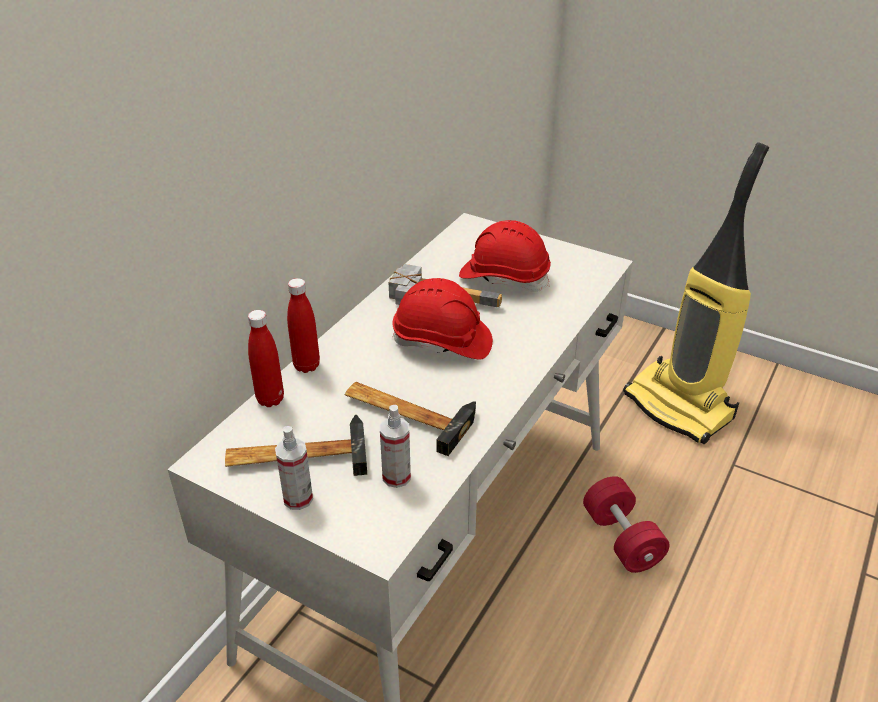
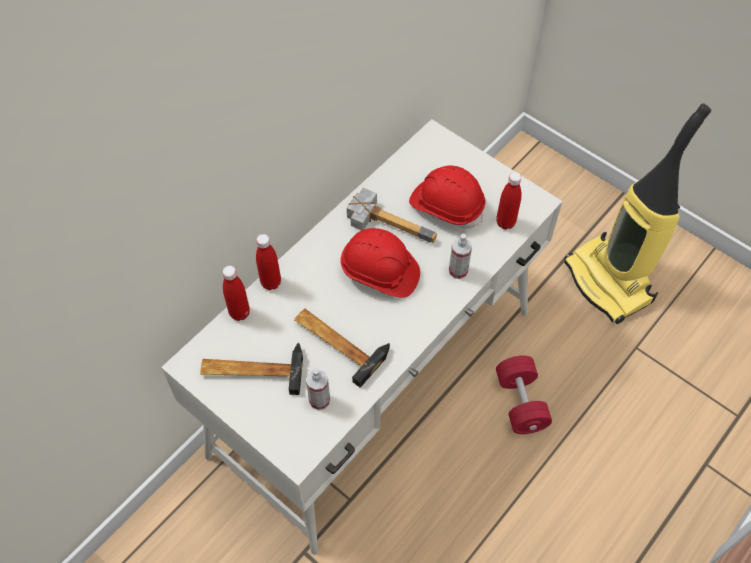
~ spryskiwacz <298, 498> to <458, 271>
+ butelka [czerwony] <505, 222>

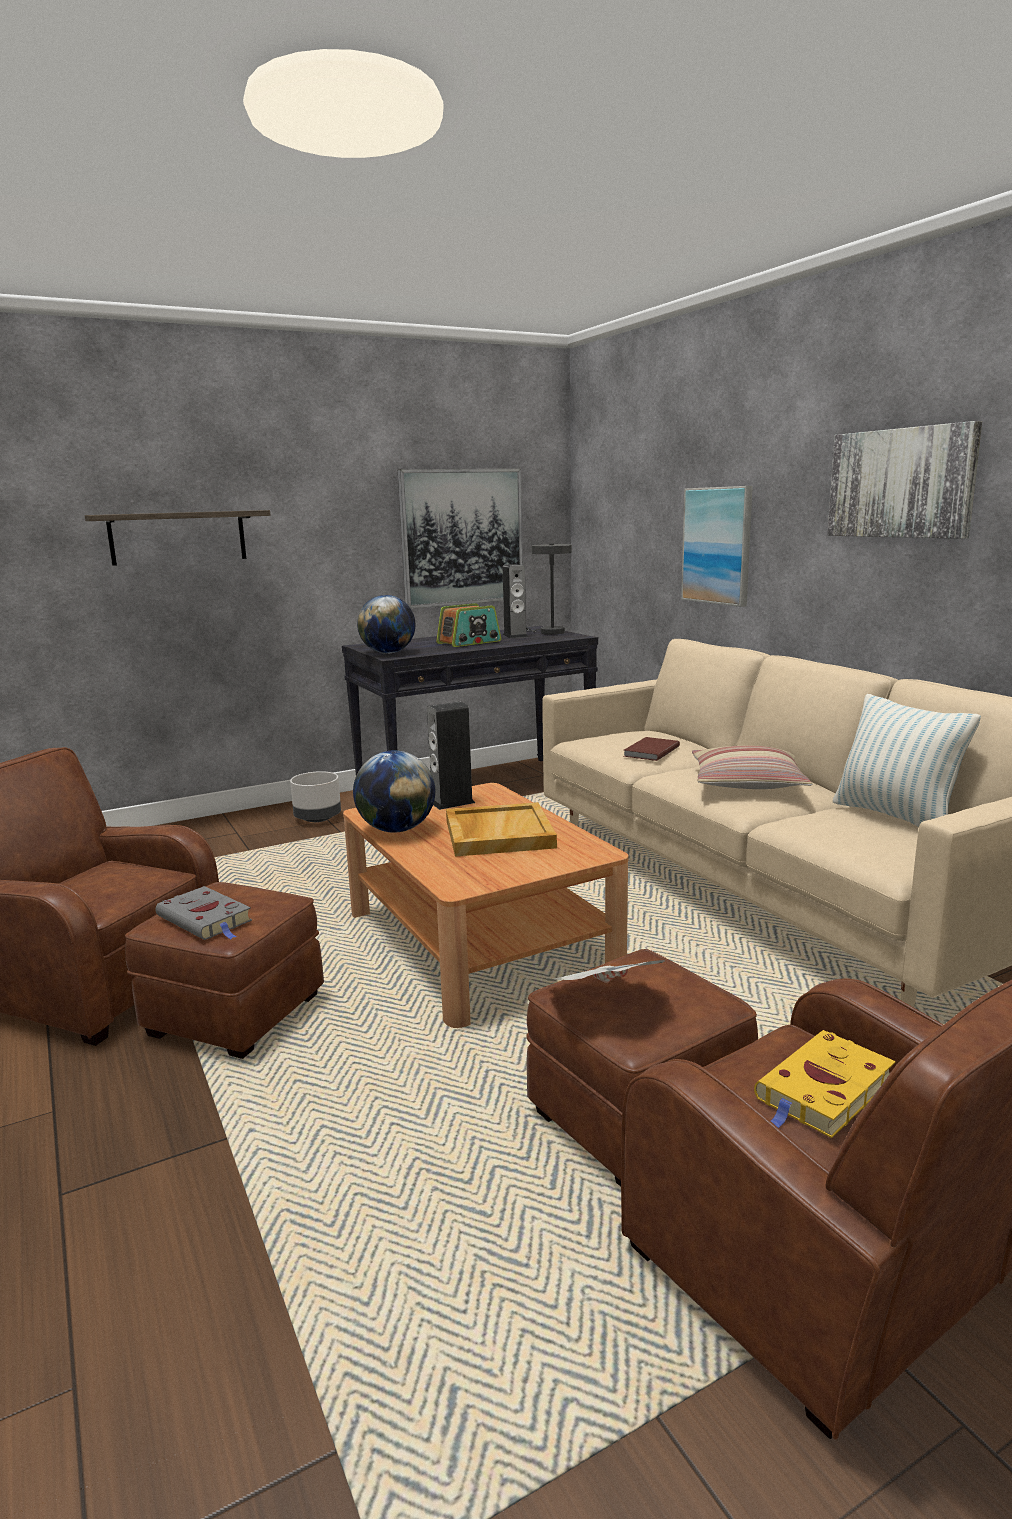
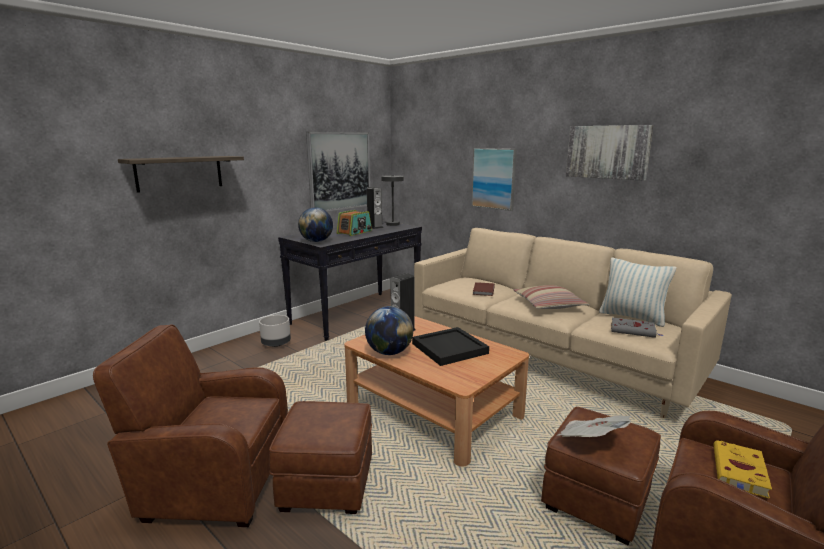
~ taca [beżowy] <498, 834> to taca [czarny] <448, 348>
~ książka [szary] <206, 920> to <634, 330>

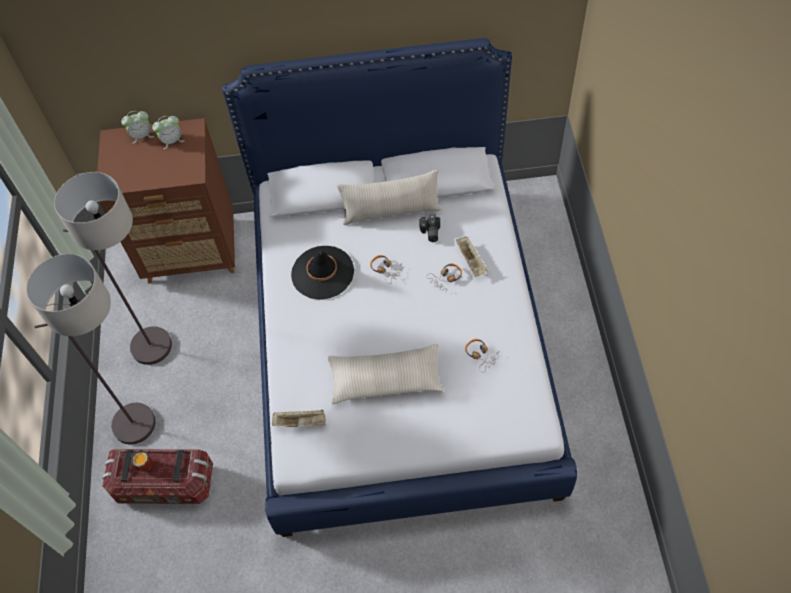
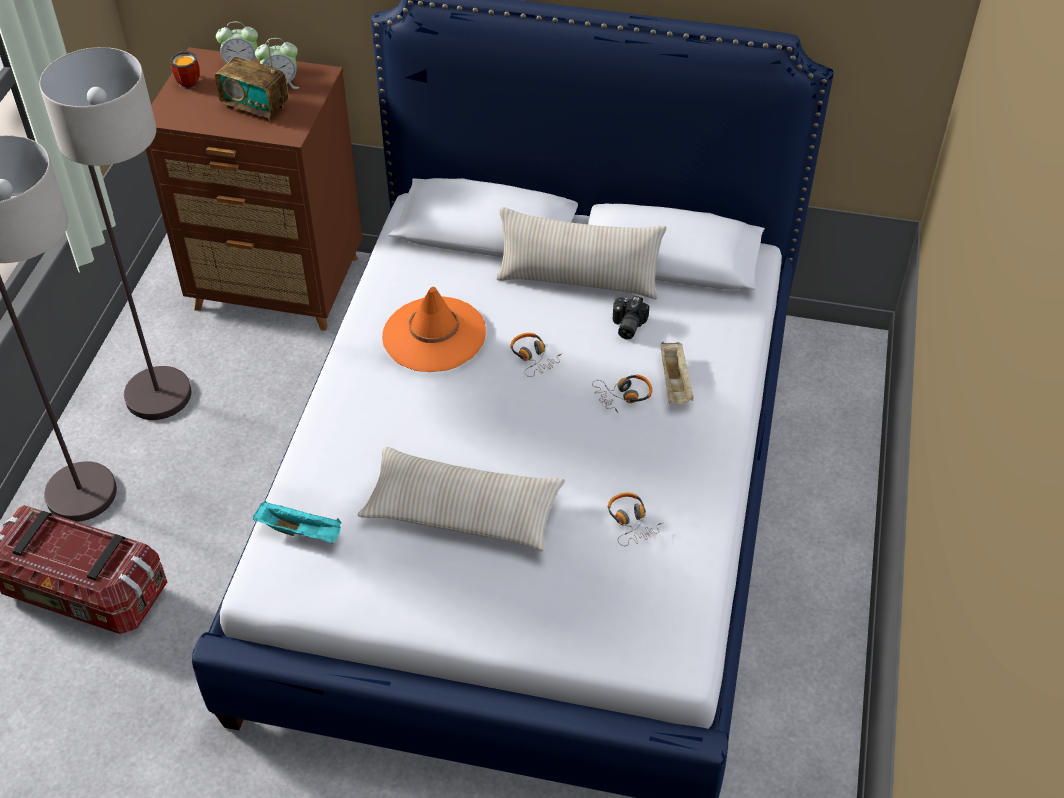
~ kubek <143, 463> to <188, 81>
+ radio <255, 107>
~ taca [beżowy] <301, 422> to taca [turkusowy] <301, 531>
~ kapelusz [czarny] <322, 273> to kapelusz [pomarańczowy] <434, 335>

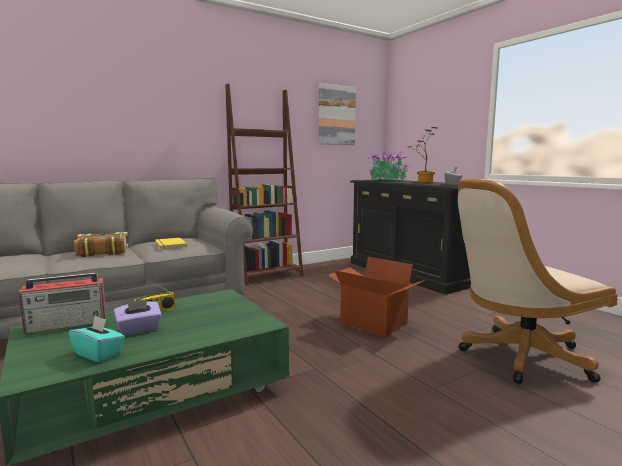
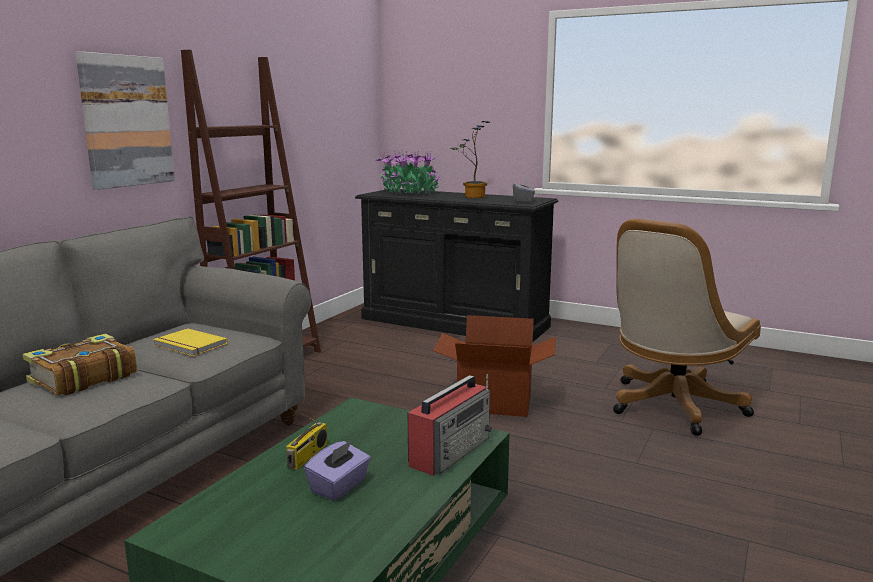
~ obraz <336, 115> to <126, 121>
~ radio <68, 324> to <451, 451>
- pudełko chusteczek [turkusowy] <98, 354>

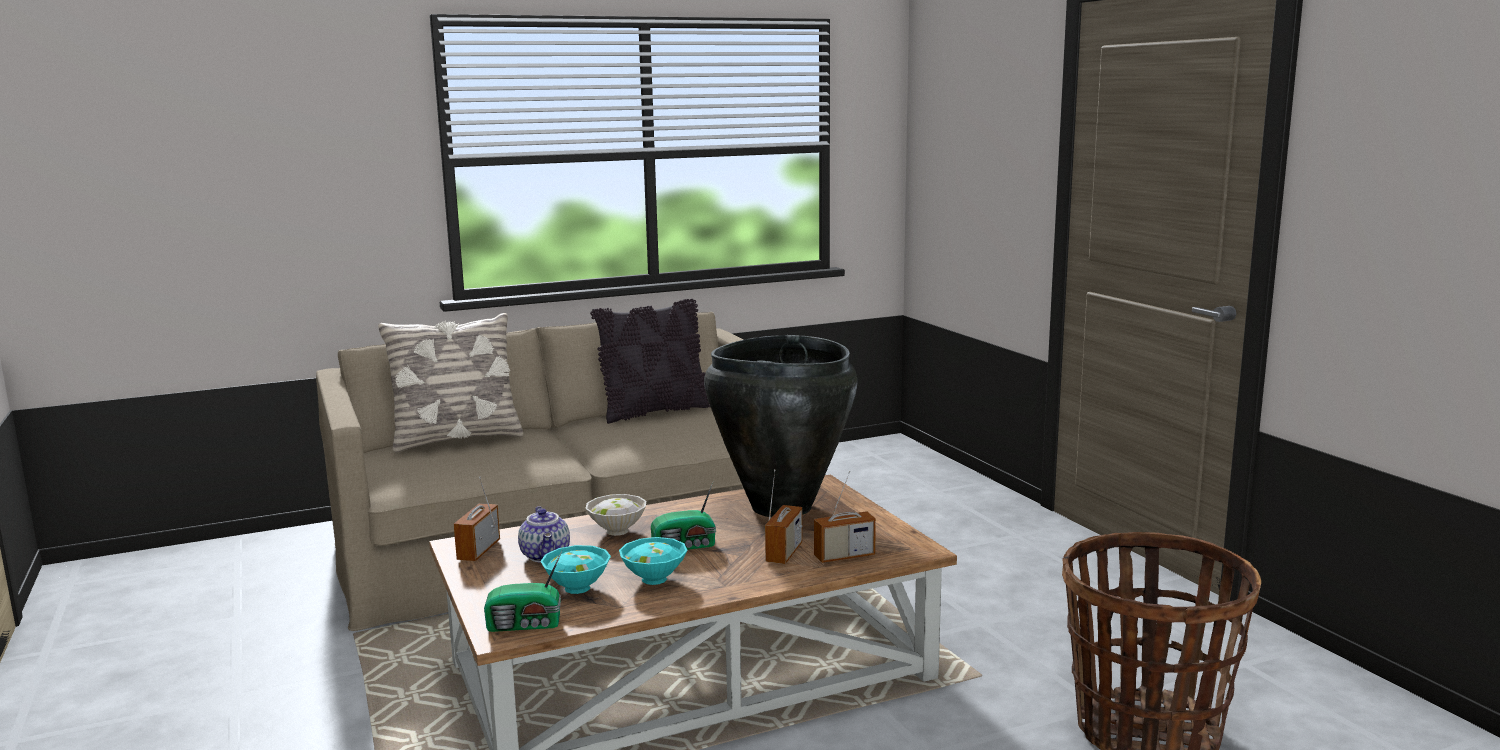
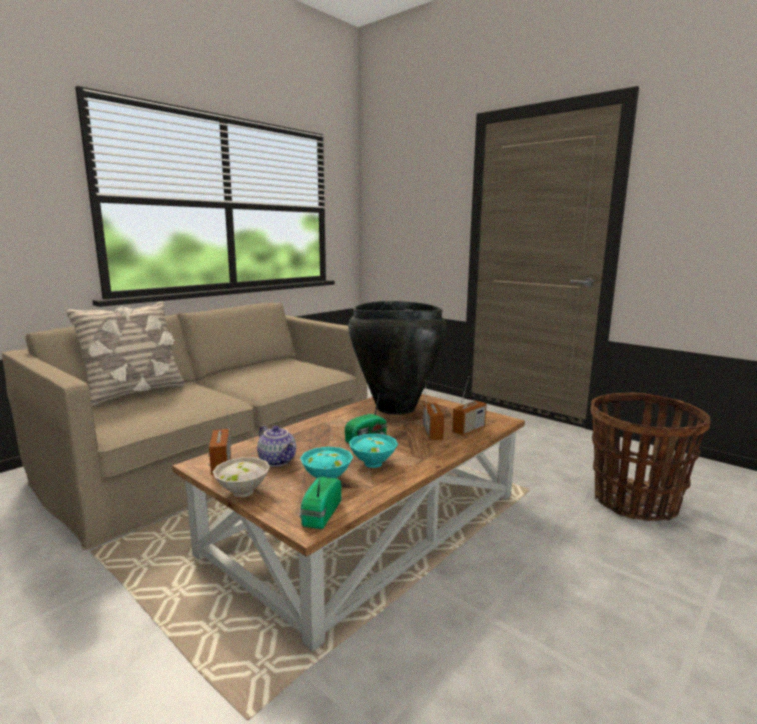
~ miska [biały] <618, 530> to <244, 491>
~ radio <526, 625> = <320, 514> 135 degrees clockwise
- poduszka [czarny] <655, 411>

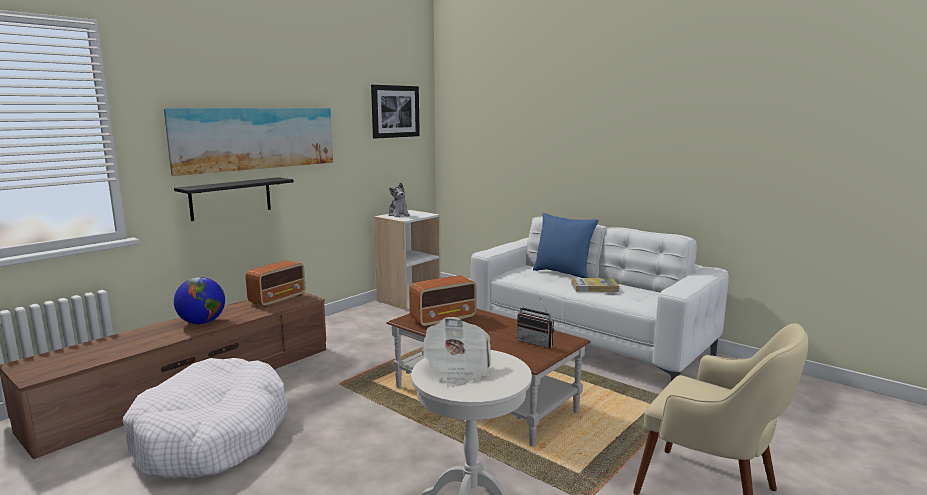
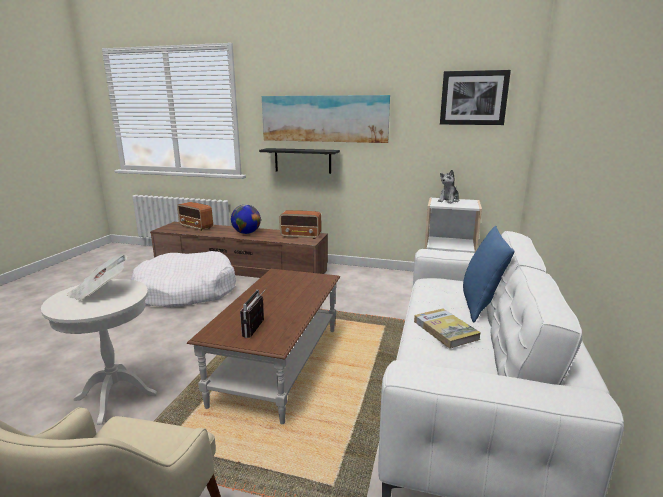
~ radio <444, 319> to <196, 227>

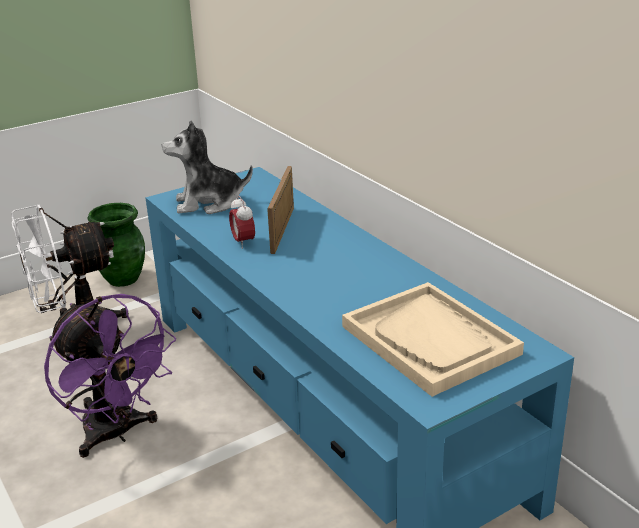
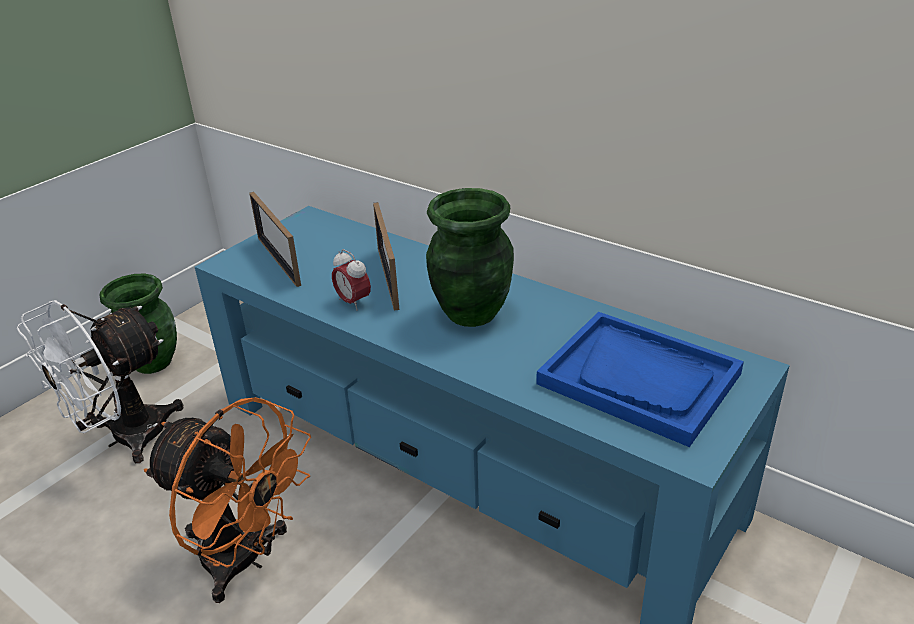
~ wentylator [fioletowy] <116, 434> to wentylator [pomarańczowy] <246, 560>
~ pluszak <208, 203> to ramka na zdjęcie <278, 261>
+ wazon [zielony] <470, 313>
~ taca [beżowy] <430, 340> to taca [niebieski] <639, 379>

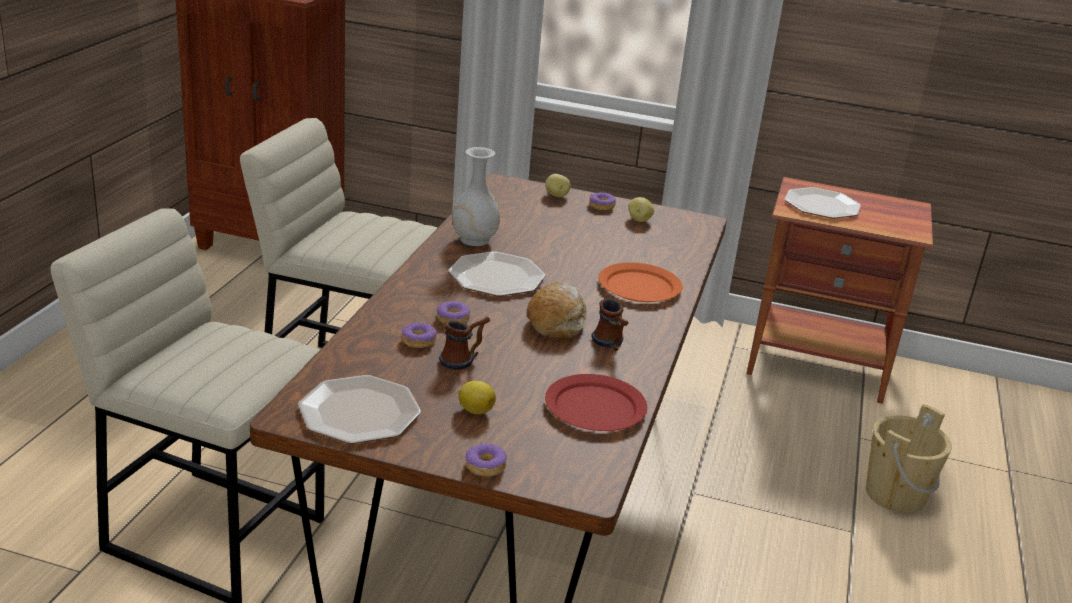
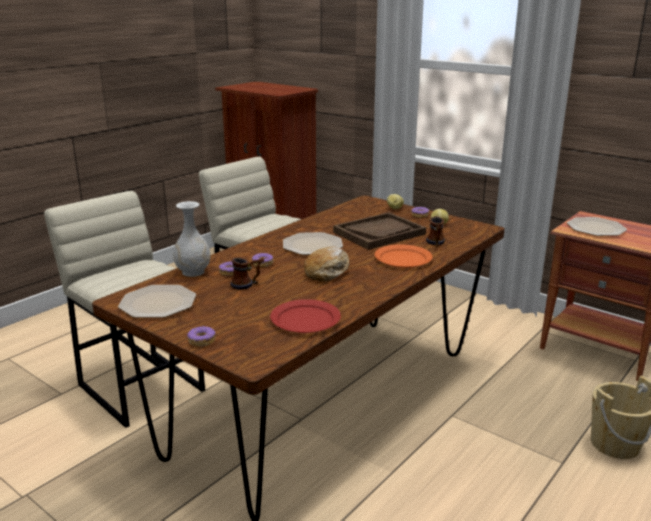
~ wazon [biały] <474, 239> to <193, 272>
+ taca [brązowy] <379, 233>
~ kubek <610, 344> to <436, 243>
- cytryna <475, 410>

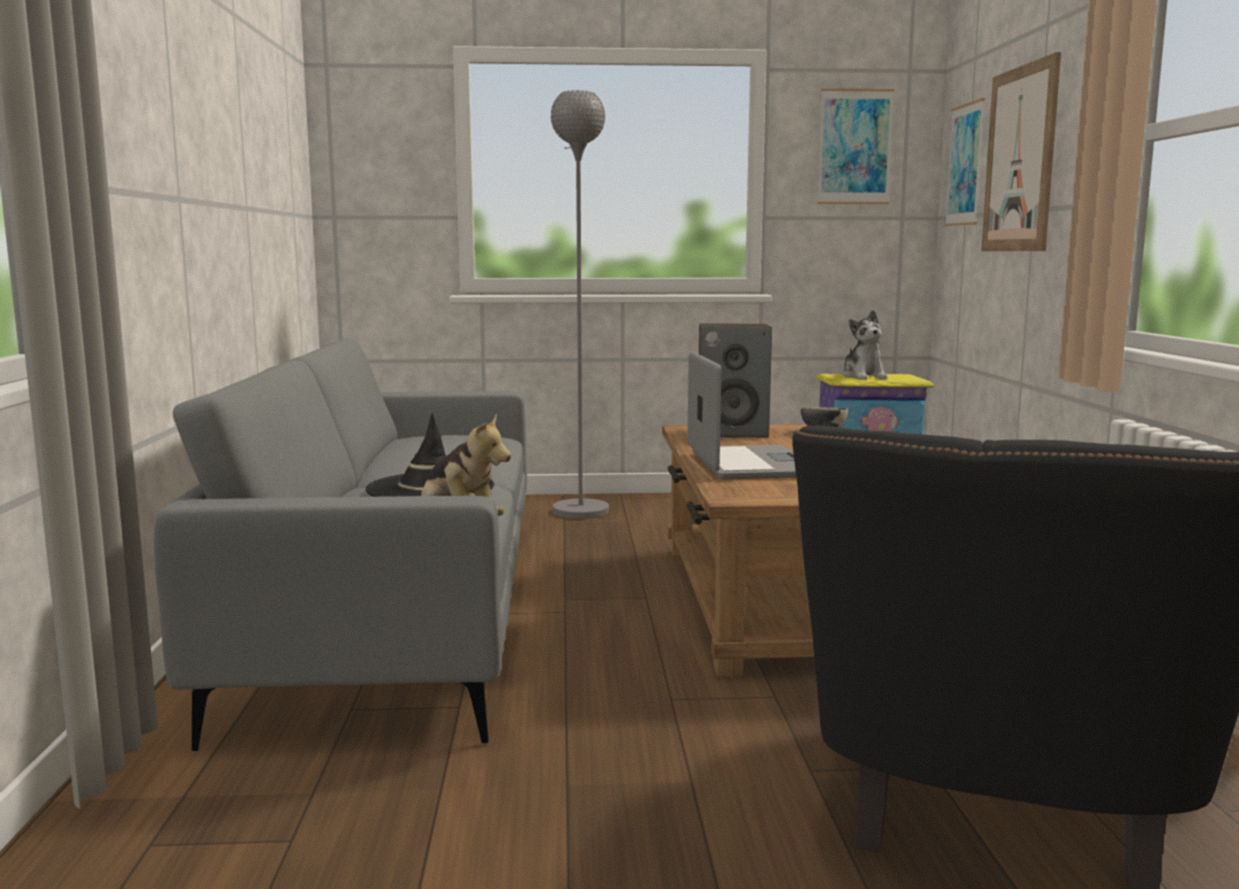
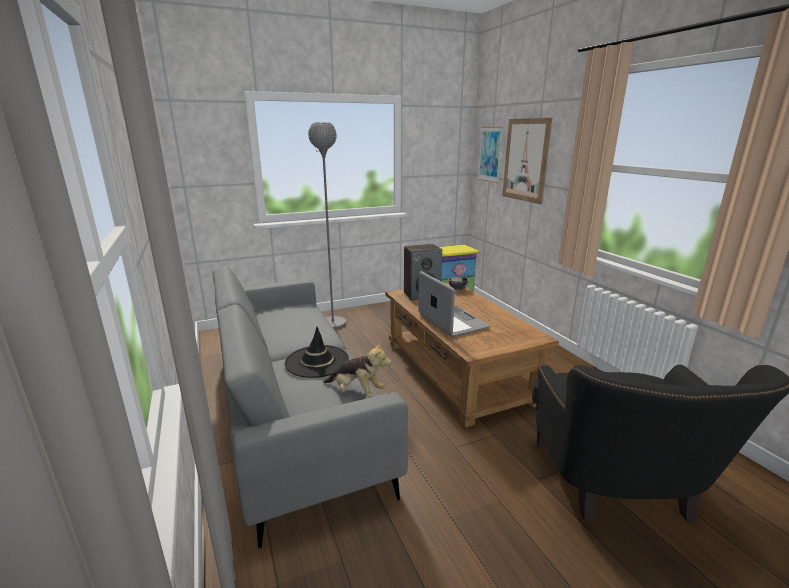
- obraz <855, 147>
- pluszak <863, 376>

